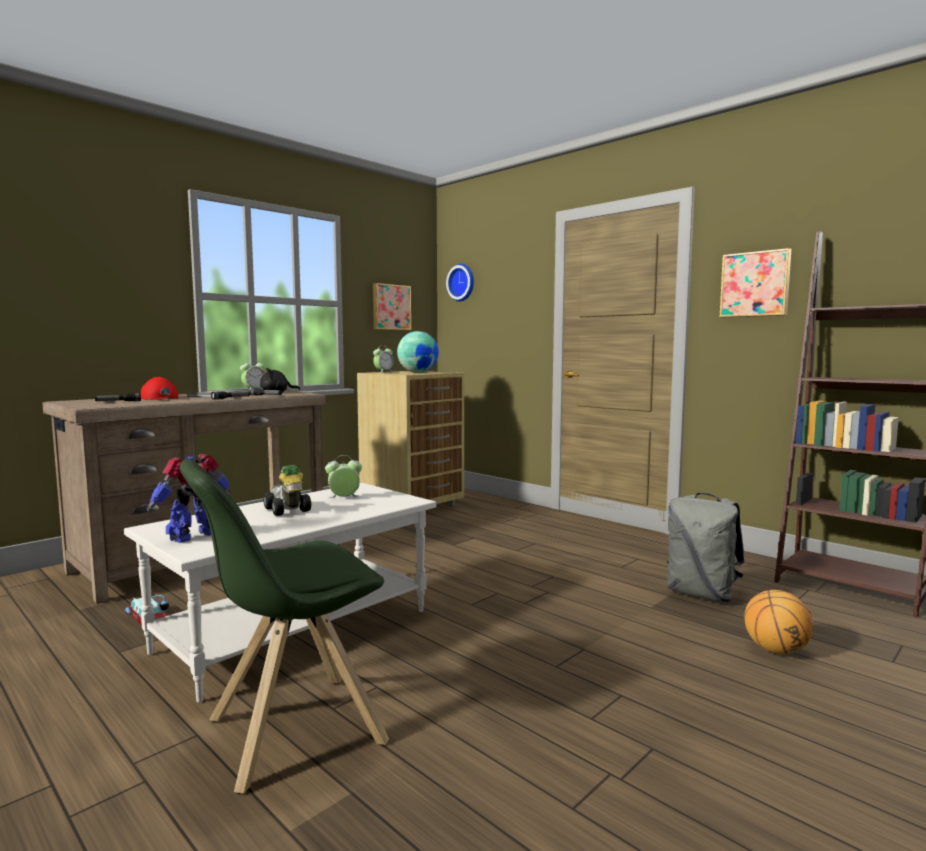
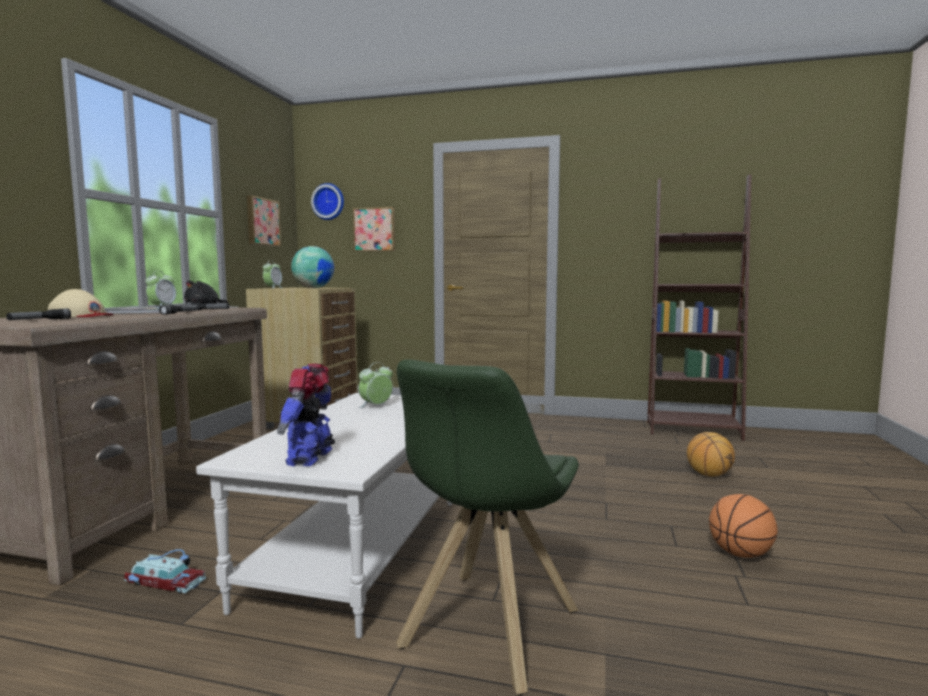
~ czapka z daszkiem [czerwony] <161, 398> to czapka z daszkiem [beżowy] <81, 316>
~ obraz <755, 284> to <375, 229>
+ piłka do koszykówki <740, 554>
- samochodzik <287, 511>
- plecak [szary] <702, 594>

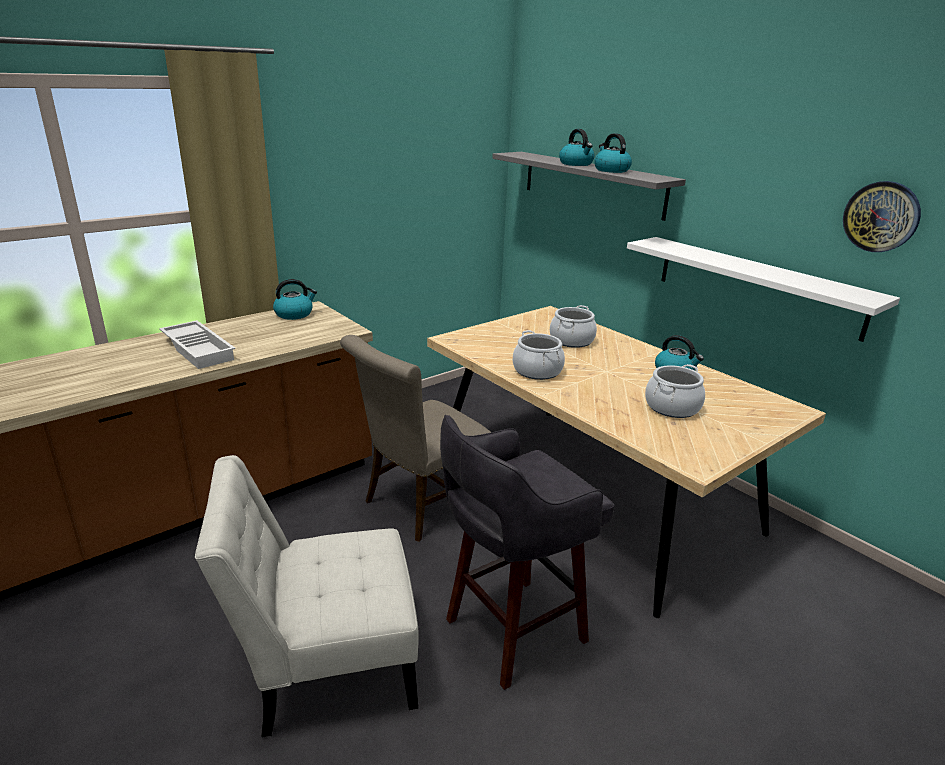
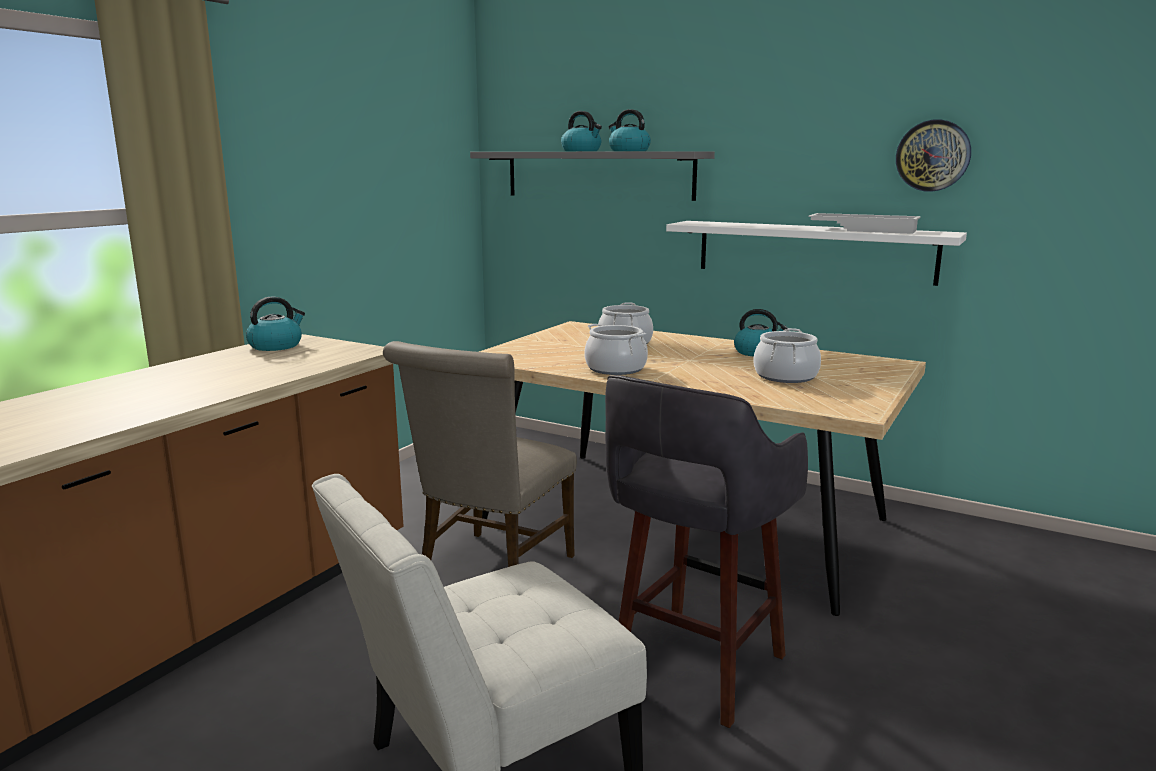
~ taca [biały] <200, 349> to <864, 230>

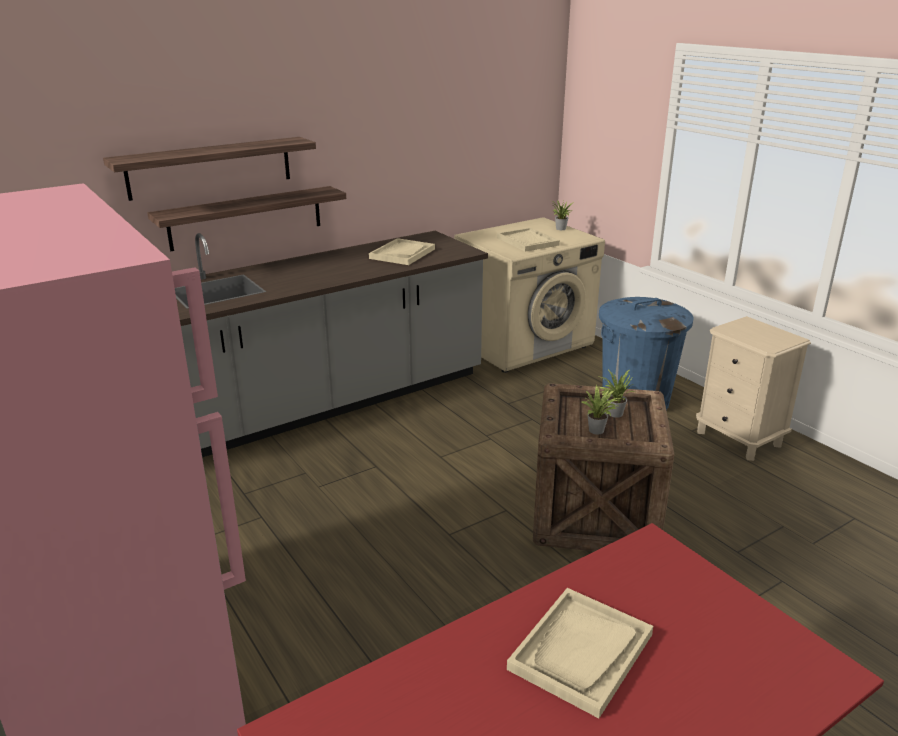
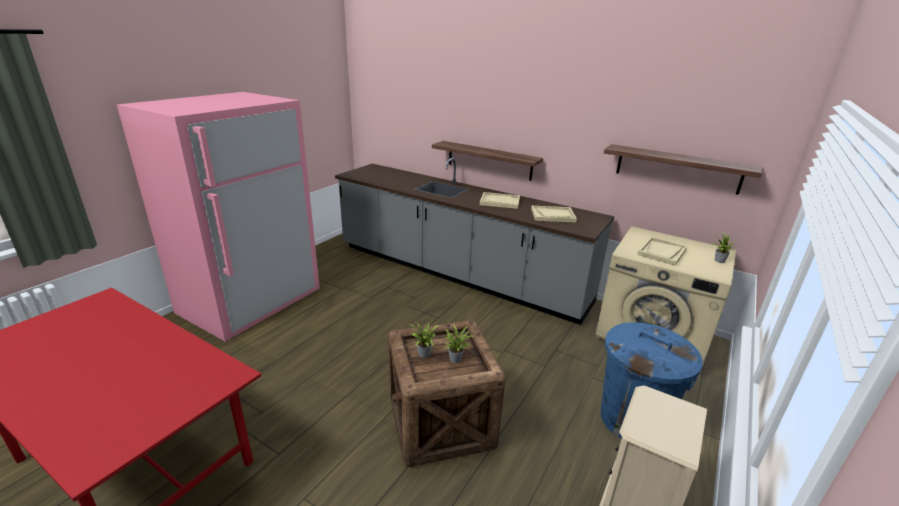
~ taca [beżowy] <581, 652> to <499, 202>
~ półka <210, 167> to <677, 168>

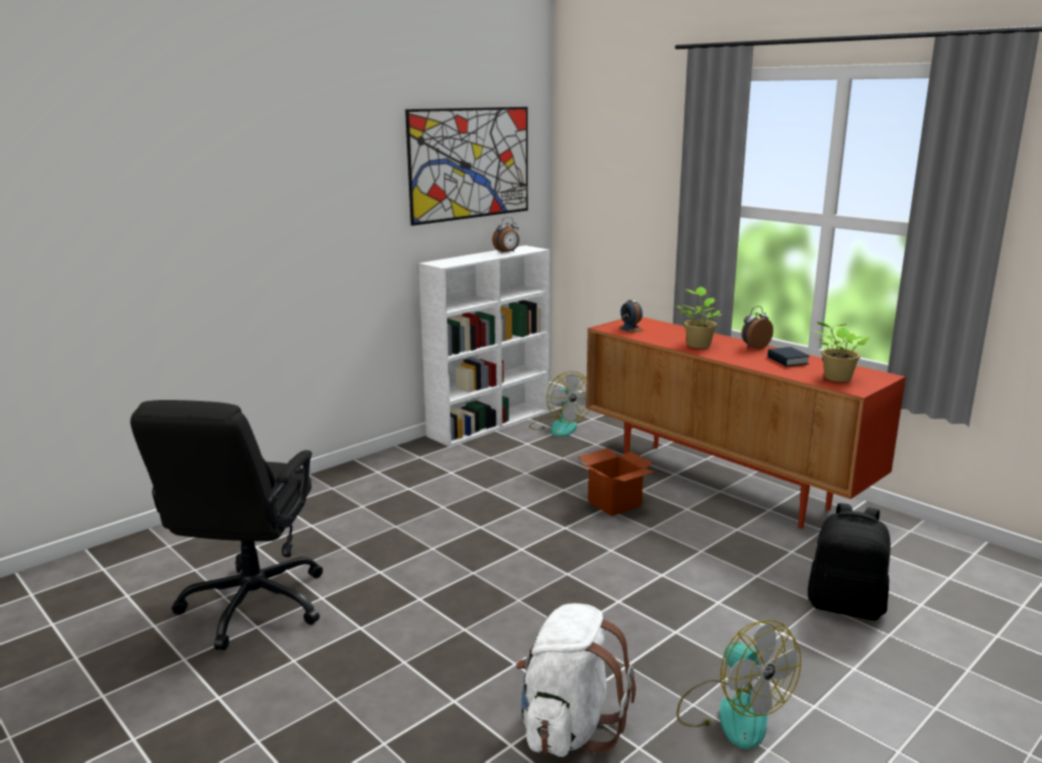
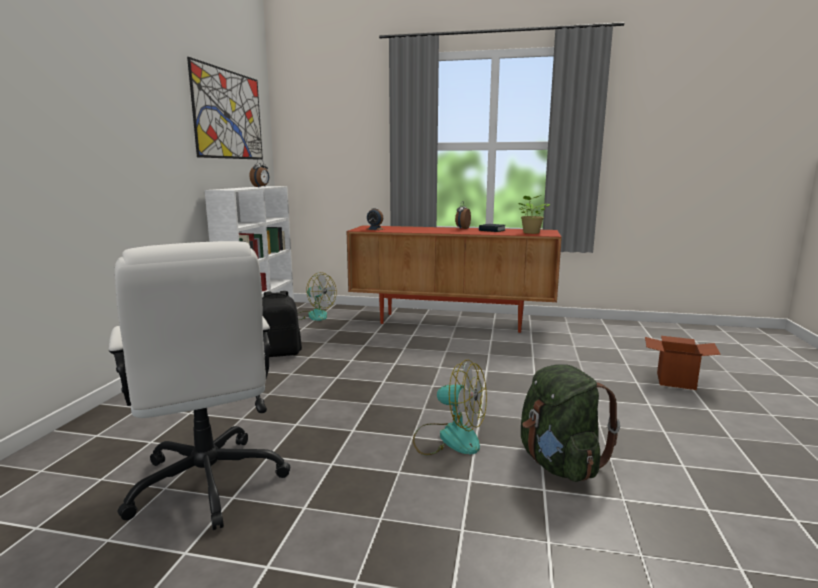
~ krzesło biurowe [czarny] <251, 609> to krzesło biurowe [biały] <209, 487>
~ plecak [czarny] <846, 606> to <279, 353>
~ wentylator <731, 712> to <449, 438>
~ plecak [biały] <568, 727> to plecak [zielony] <559, 464>
~ karton <614, 504> to <676, 381>
- roślina doniczkowa <698, 344>

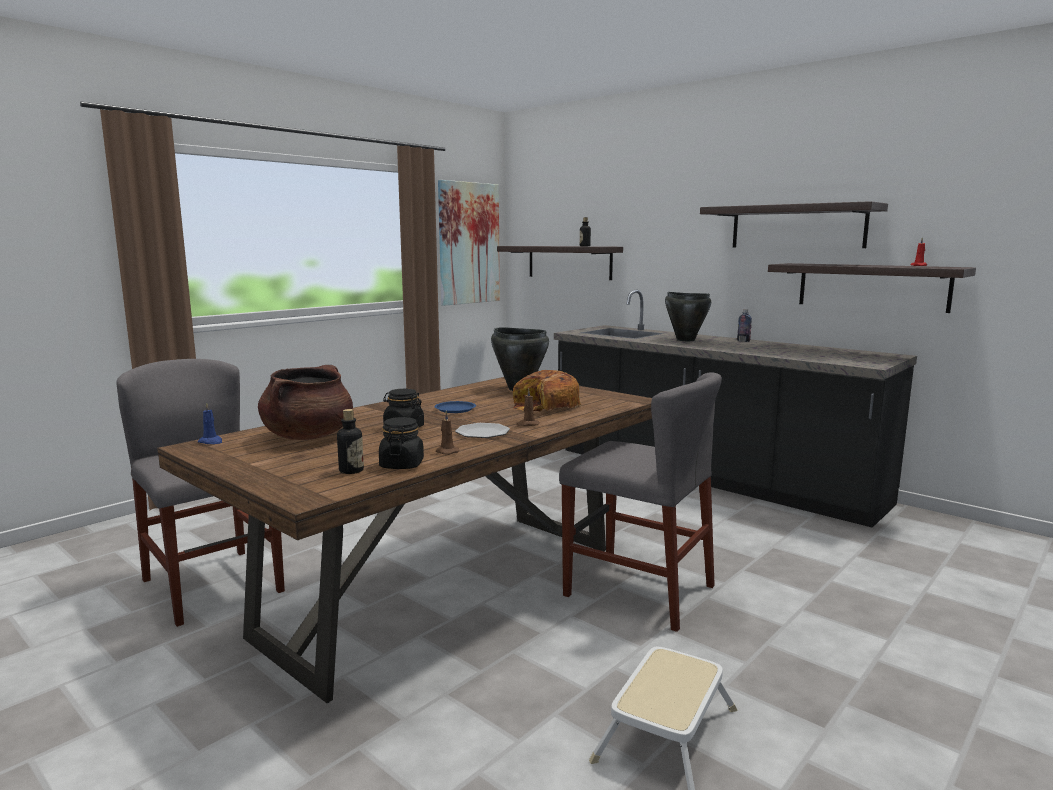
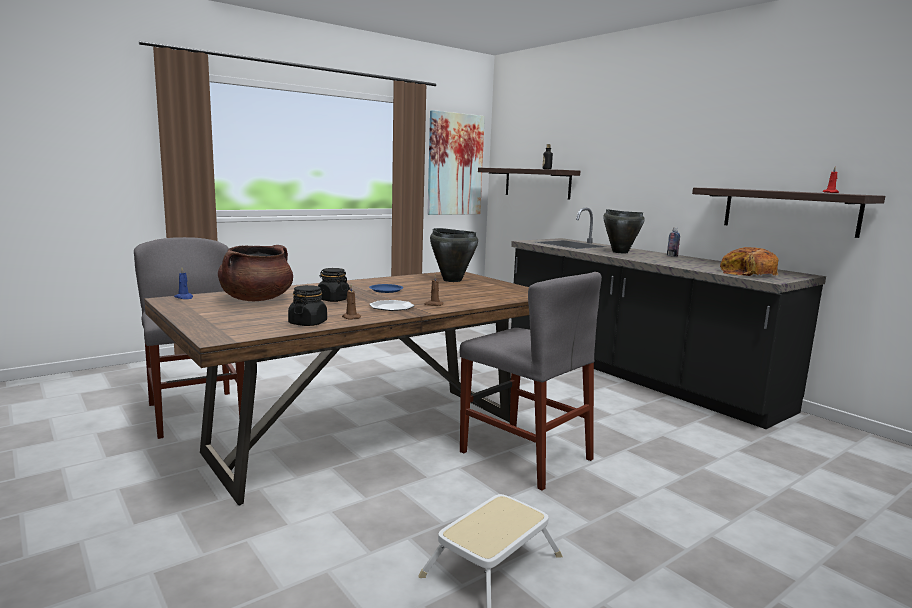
~ chleb <545, 406> to <748, 274>
- butelka <351, 471>
- półka <797, 227>

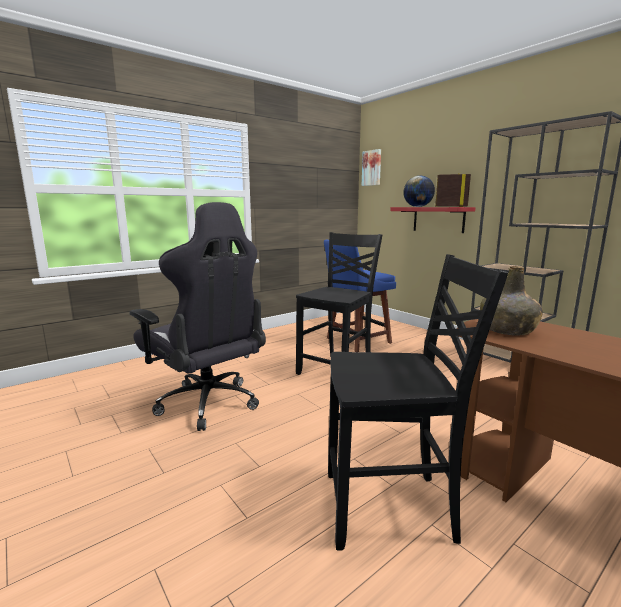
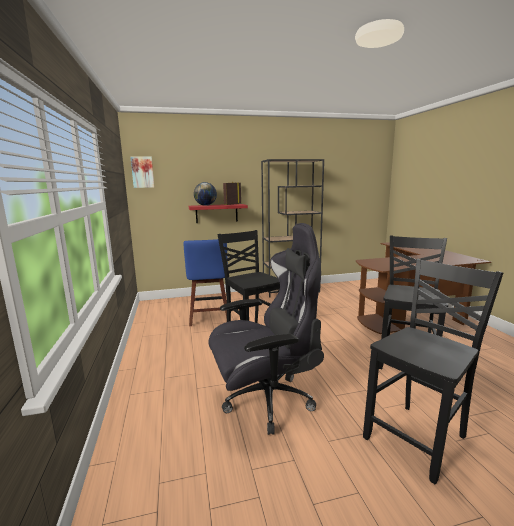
+ krzesło [czarny] <418, 438>
- butelka [zielony] <507, 330>

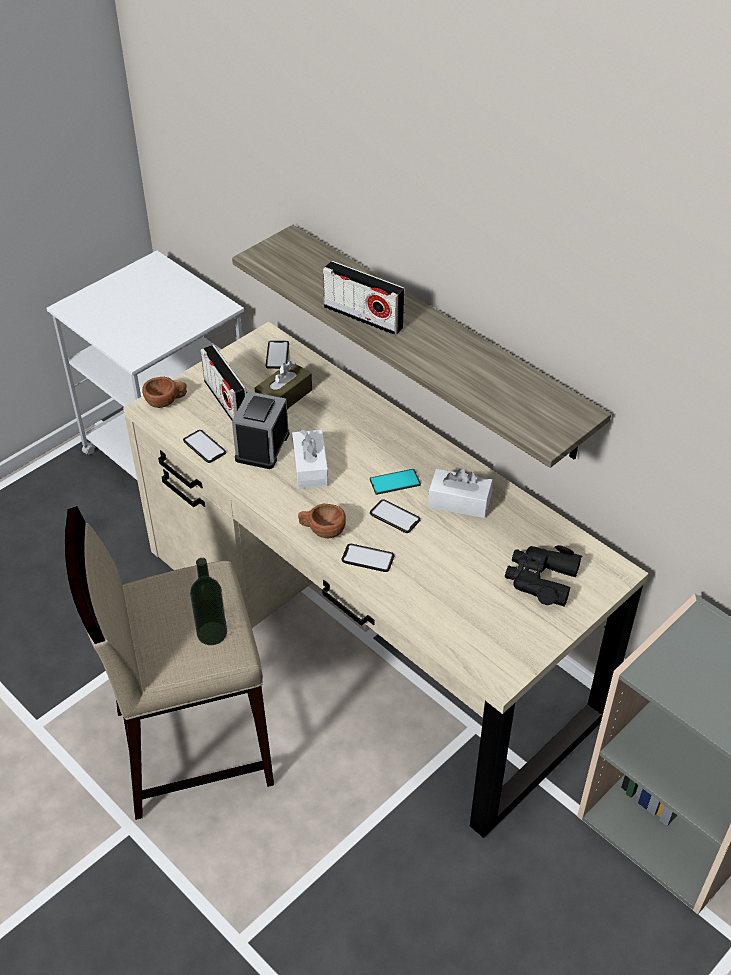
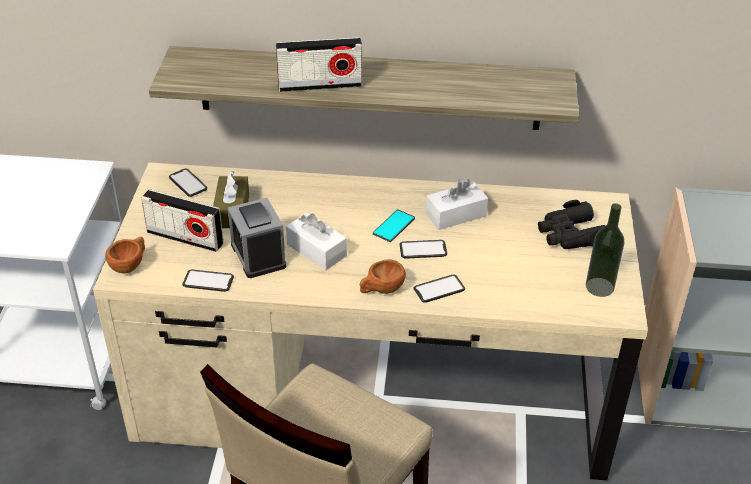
~ butelka <212, 633> to <599, 287>

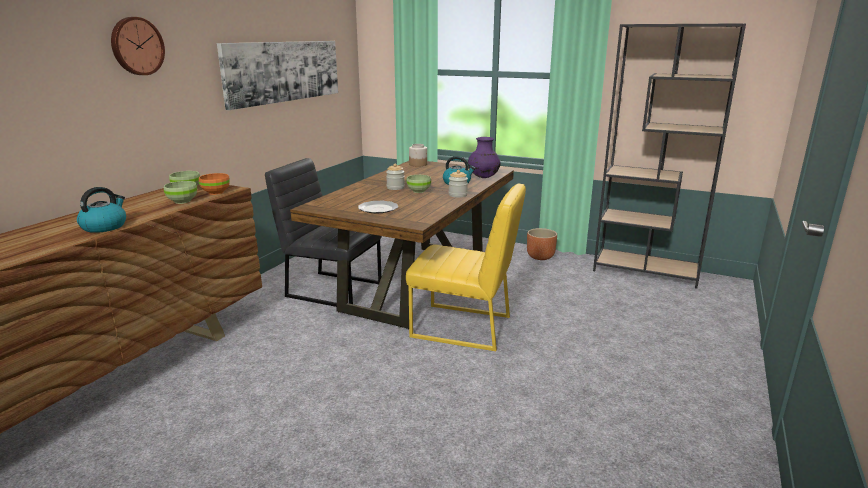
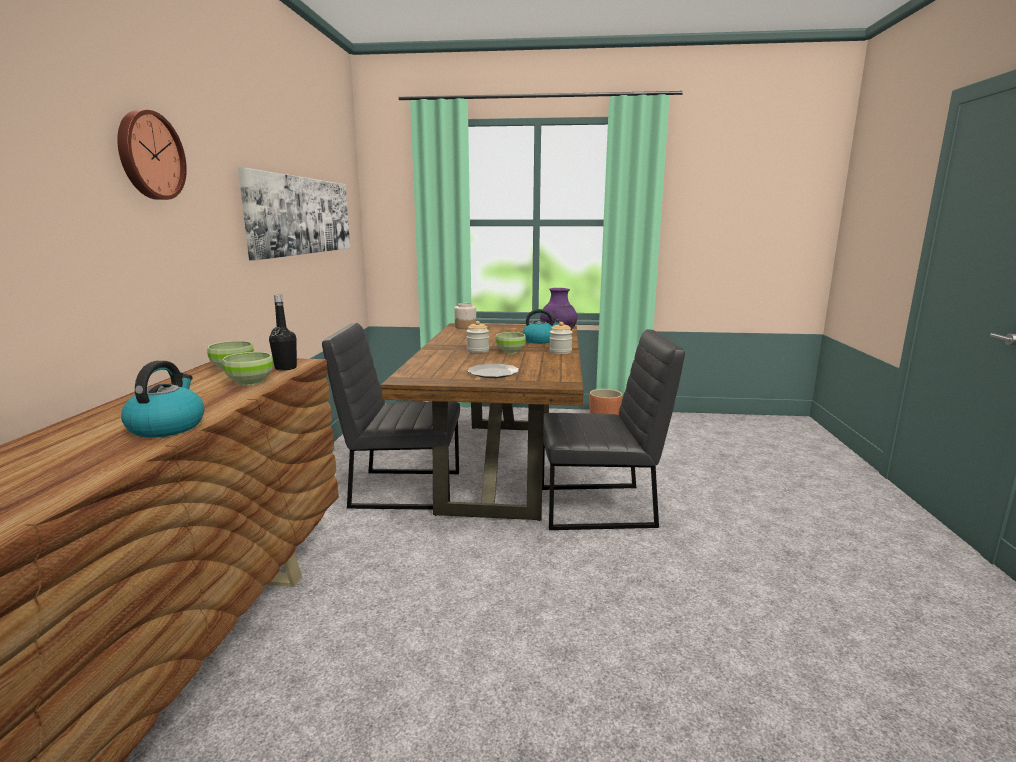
~ miska [pomarańczowy] <216, 192> to butelka [czarny] <286, 368>
~ krzesło [żółty] <464, 327> to krzesło [szary] <600, 507>
- regał <646, 271>

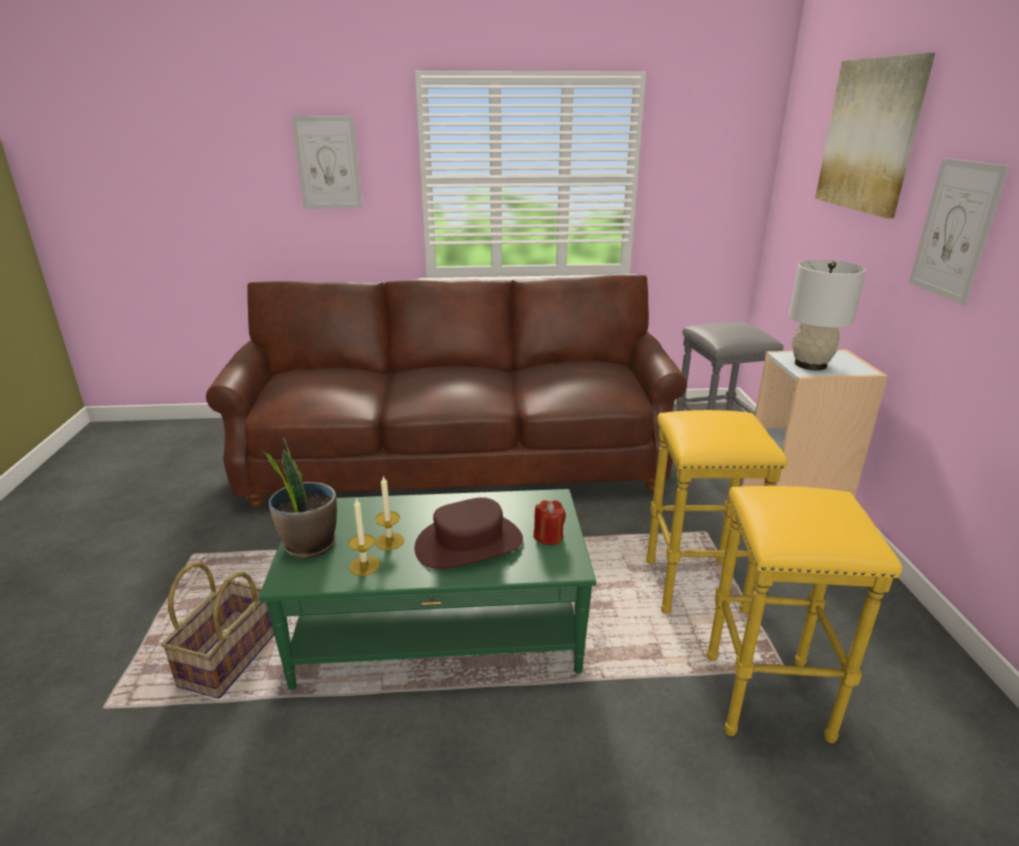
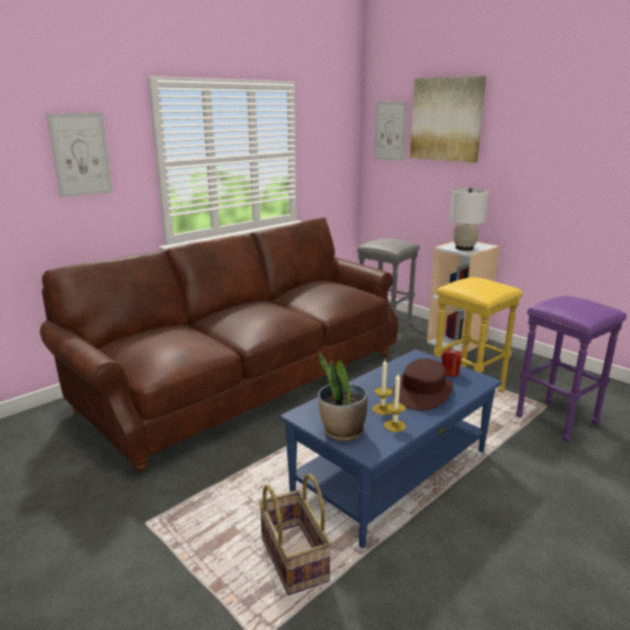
~ ława [zielony] <440, 633> to ława [niebieski] <393, 472>
~ obraz <955, 230> to <390, 131>
~ stołek [żółty] <768, 694> to stołek [fioletowy] <556, 418>

